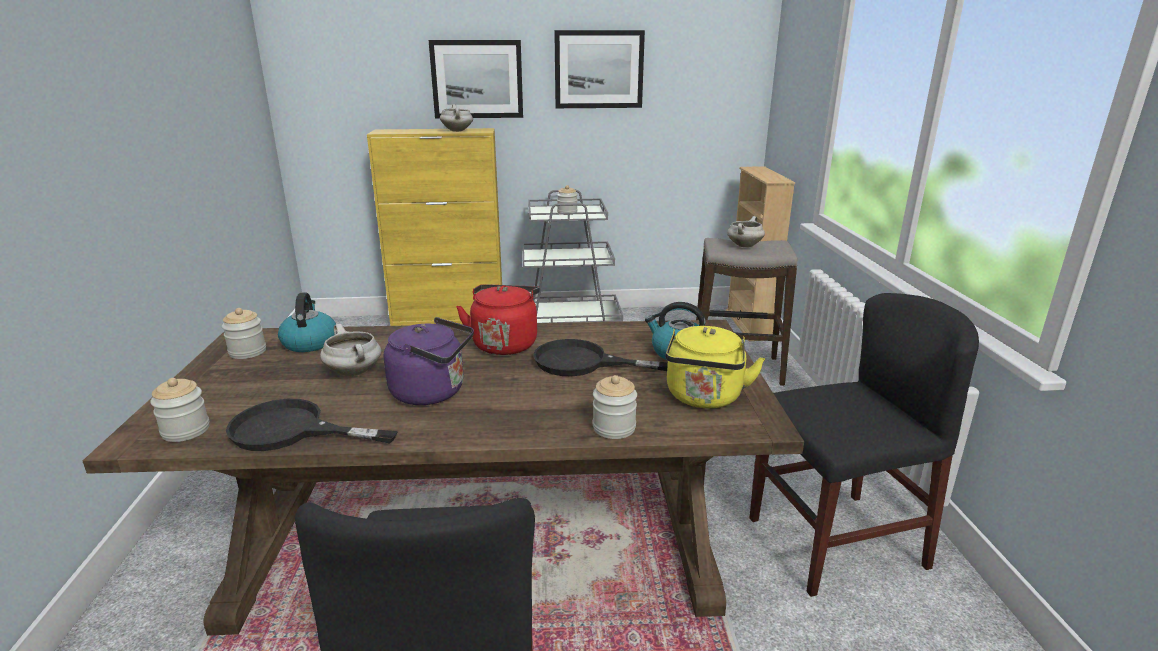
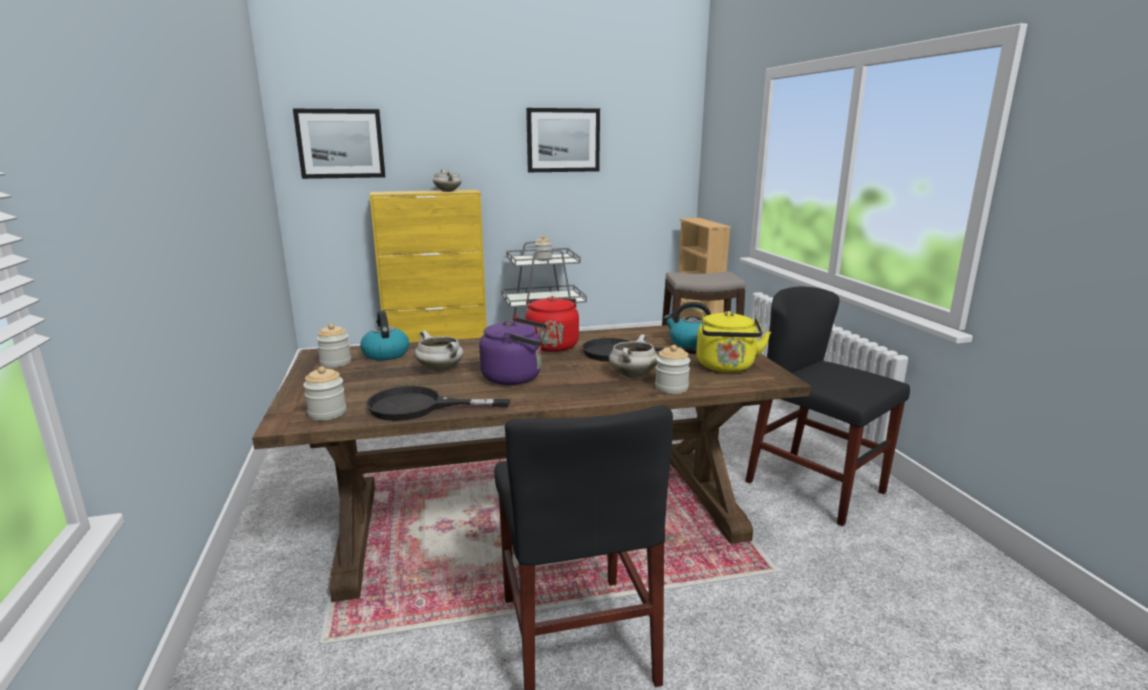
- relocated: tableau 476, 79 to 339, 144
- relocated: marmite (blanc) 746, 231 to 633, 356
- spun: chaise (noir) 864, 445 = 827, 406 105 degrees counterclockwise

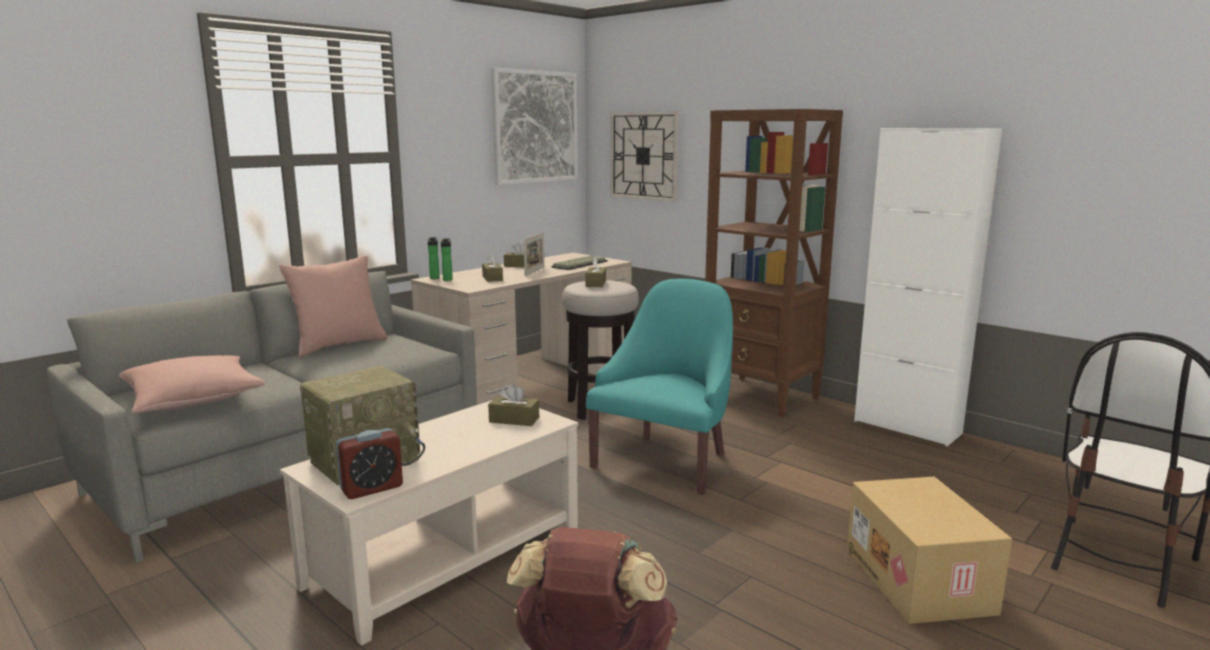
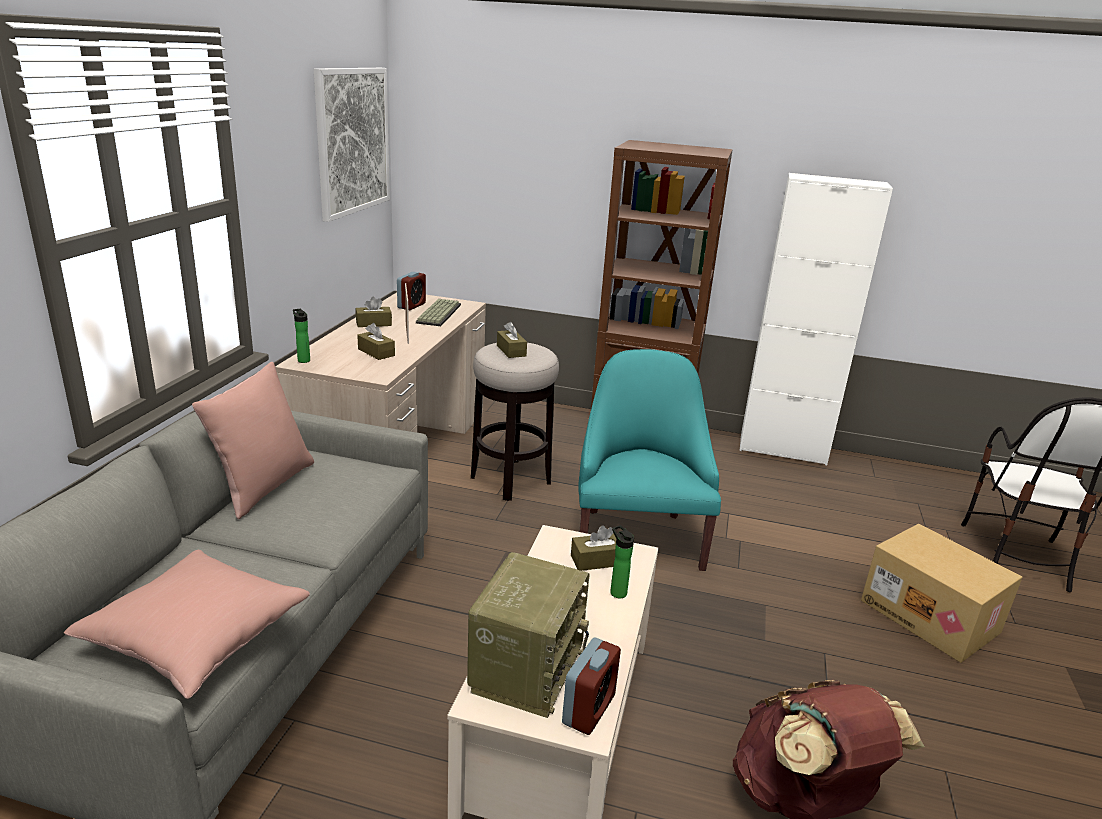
- appeared: réveil 411, 291
- relocated: bouteille 447, 259 to 622, 562
- missing: horloge murale 644, 156

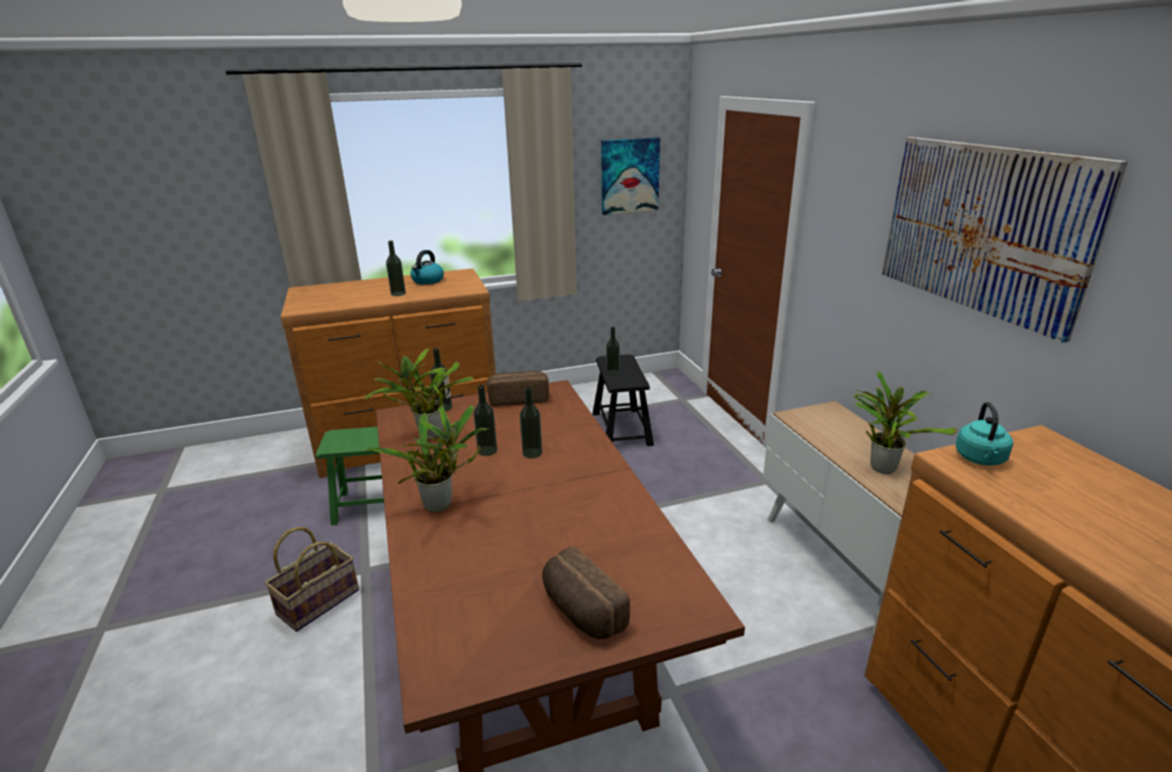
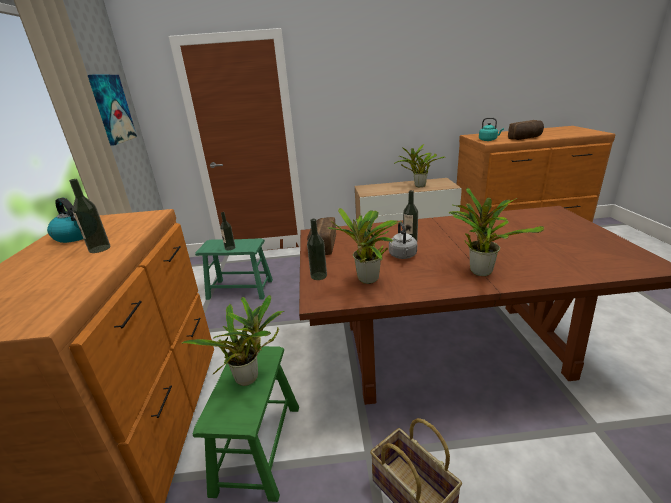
- appeared: plante en pot 233, 340
- colour: tabouret (noir) 623, 400 to tabouret (vert) 234, 269
- exchanged: bouteille 485, 420 to bouilloire (gris) 403, 240
- relocated: pain 586, 592 to 526, 130
- missing: tableau 1005, 240

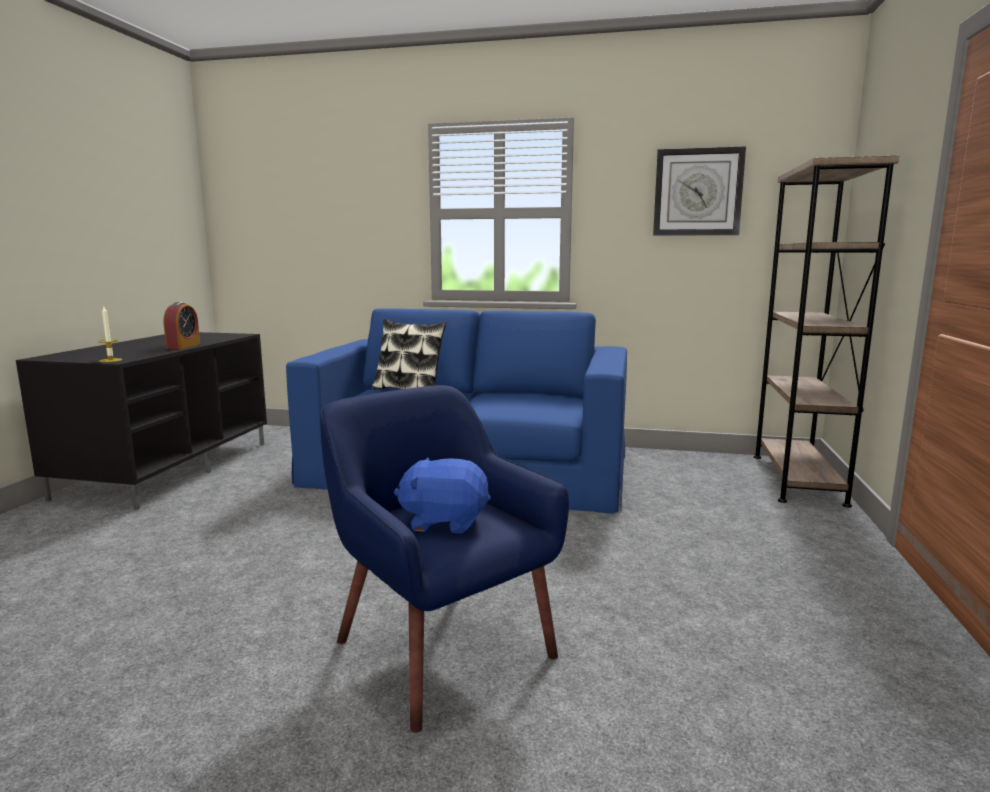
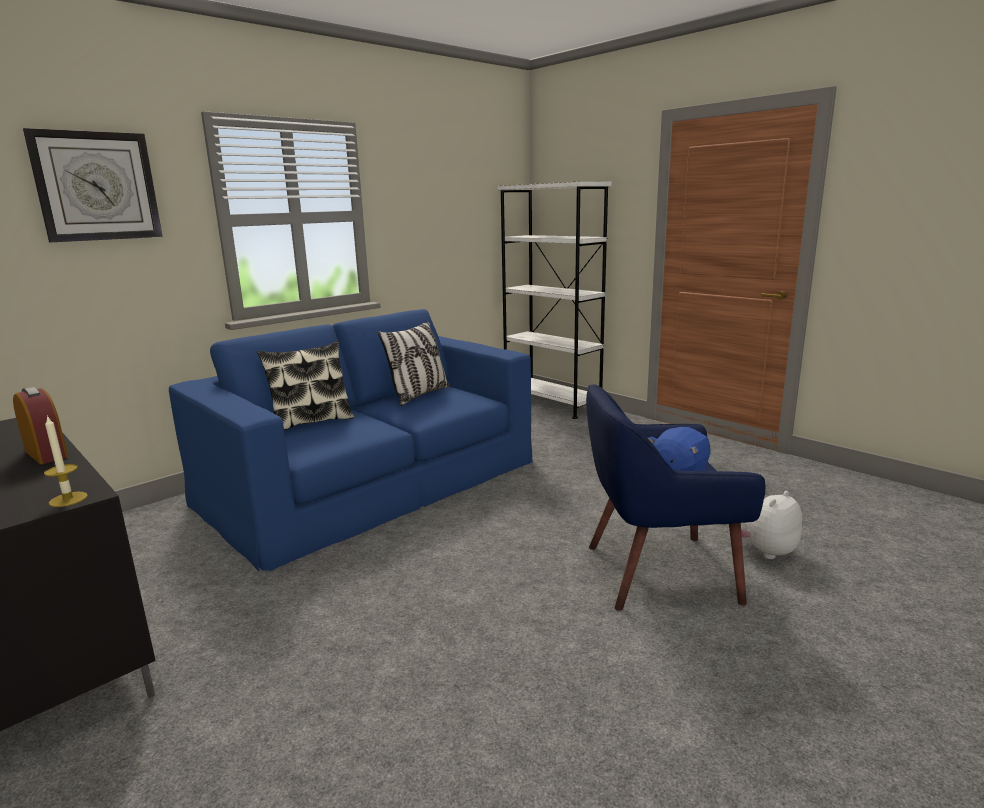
- relocated: horloge murale 699, 191 to 93, 185
- appeared: coussin 413, 363
- colour: bibliothèque (marron) 826, 332 to bibliothèque (blanc) 554, 300
- appeared: peluche 771, 525

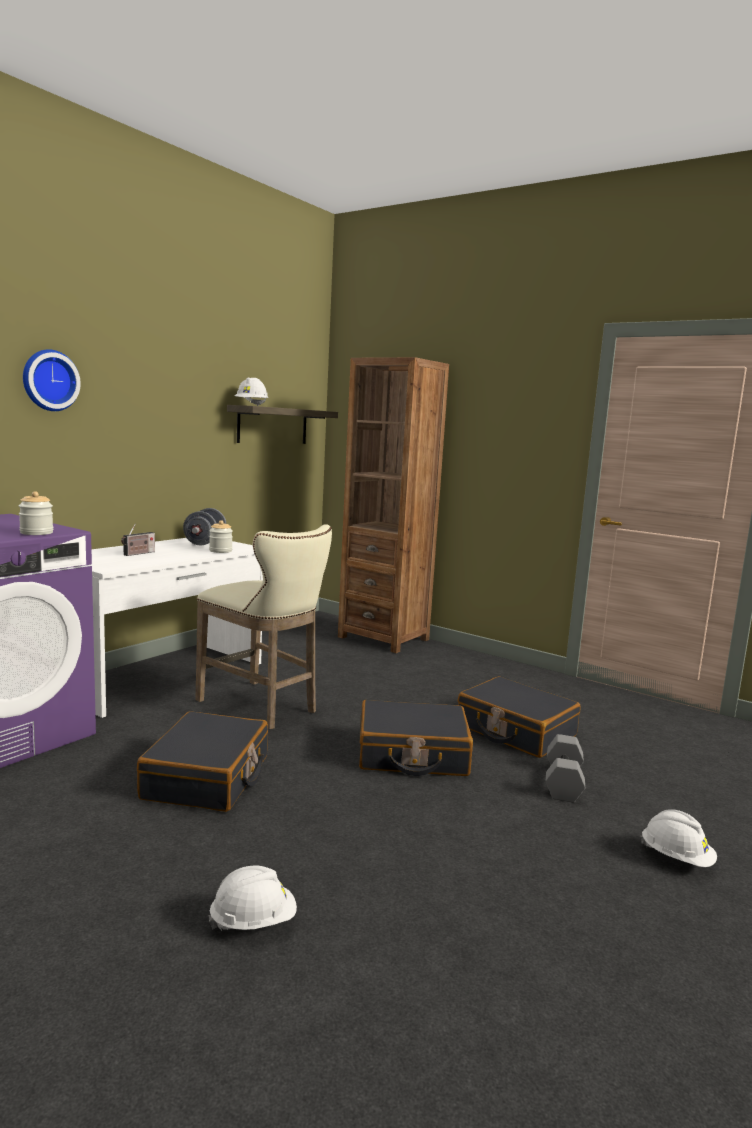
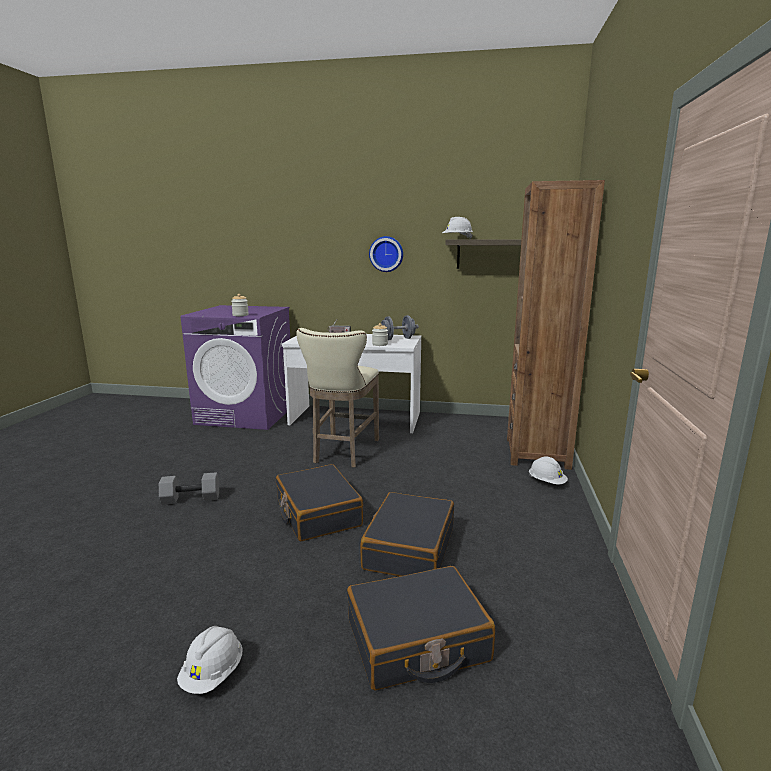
- relocated: haltère (gris) 565, 768 to 189, 488
- relocated: valise (noir) 202, 761 to 421, 628
- relocated: horloge murale 52, 380 to 386, 254
- relocated: casque de chantier (blanc) 253, 898 to 548, 471

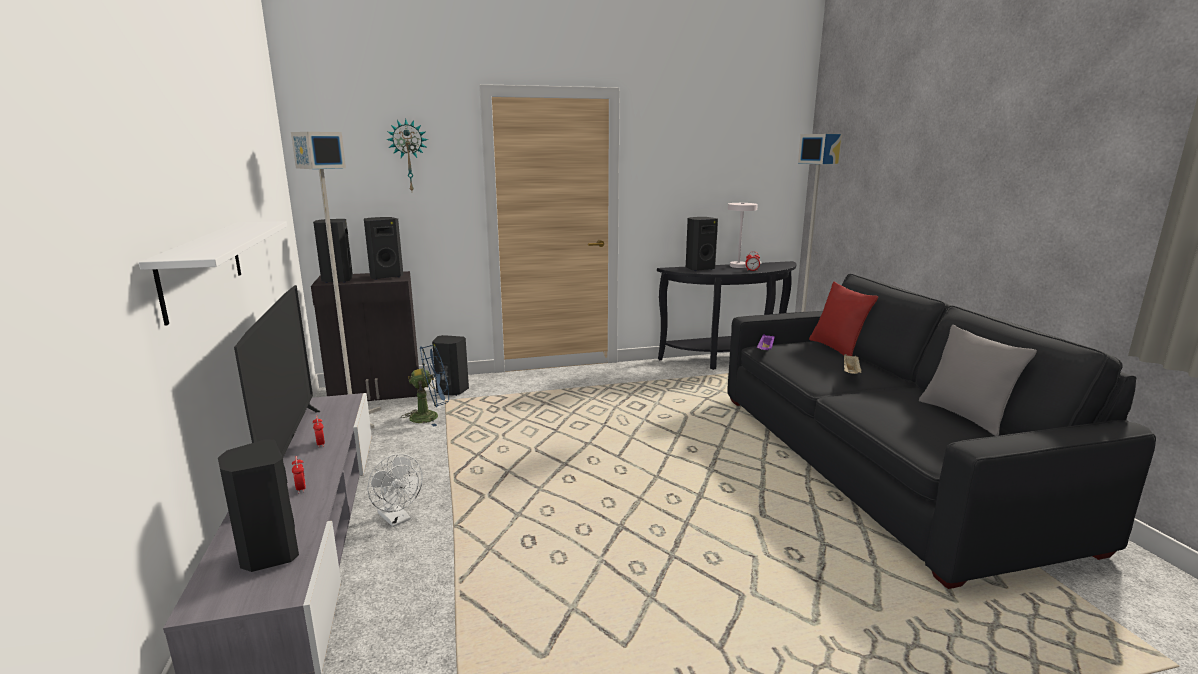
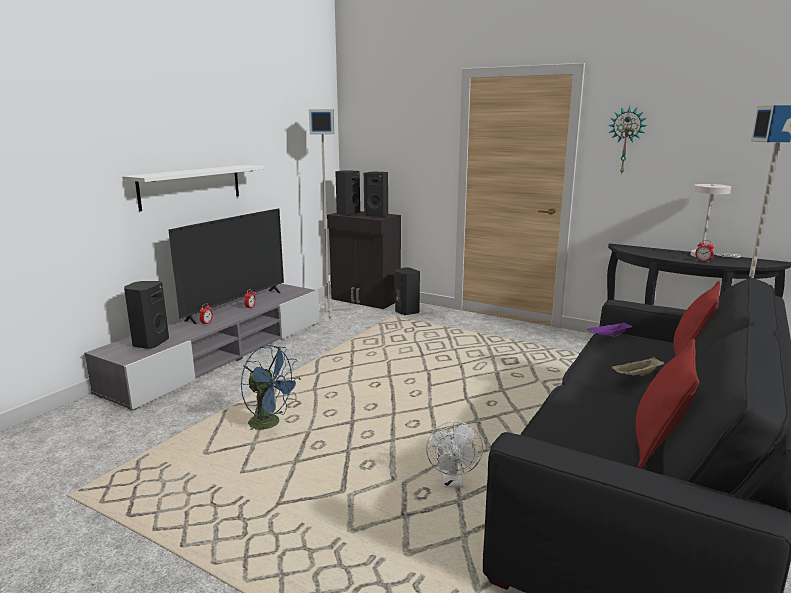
- relocated: ventilateur (bleu) 425, 385 to 271, 387
- relocated: ventilateur (blanc) 395, 490 to 454, 454
- relocated: horloge murale 407, 155 to 627, 140
- colour: coussin (gris) 978, 380 to coussin (rouge) 667, 404
- missing: enceinte (noir) 702, 244

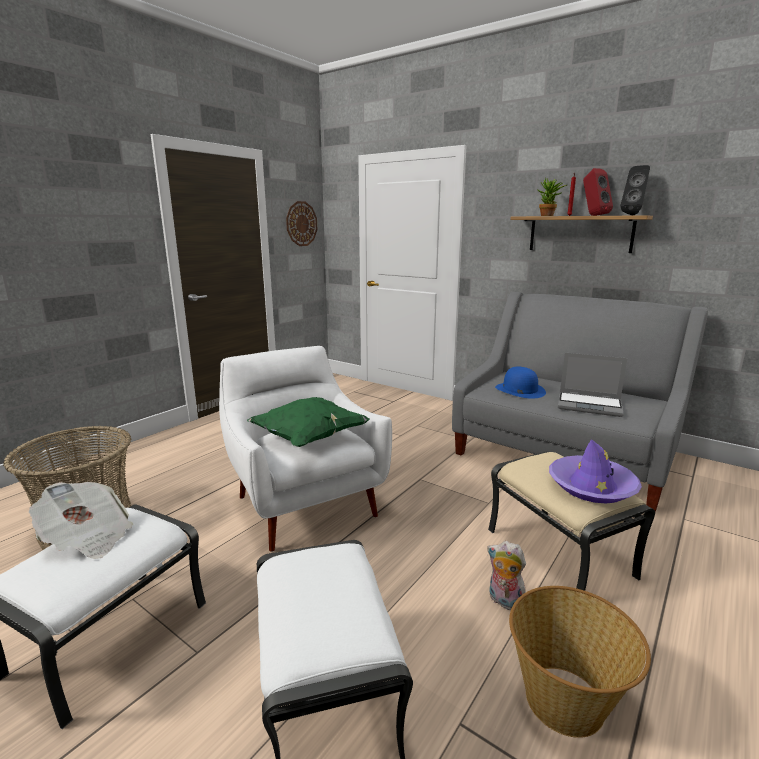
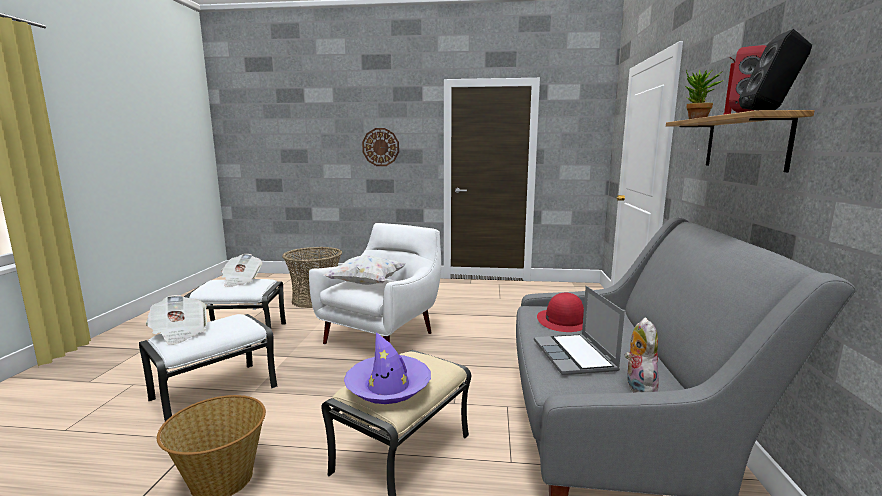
- appeared: journal 176, 320
- colour: coussin (vert) 308, 422 to coussin (blanc) 364, 270
- relocated: horloge murale 301, 223 to 380, 147
- colour: chapeau (bleu) 520, 383 to chapeau (rouge) 560, 312
- relocated: peluche 506, 576 to 641, 355

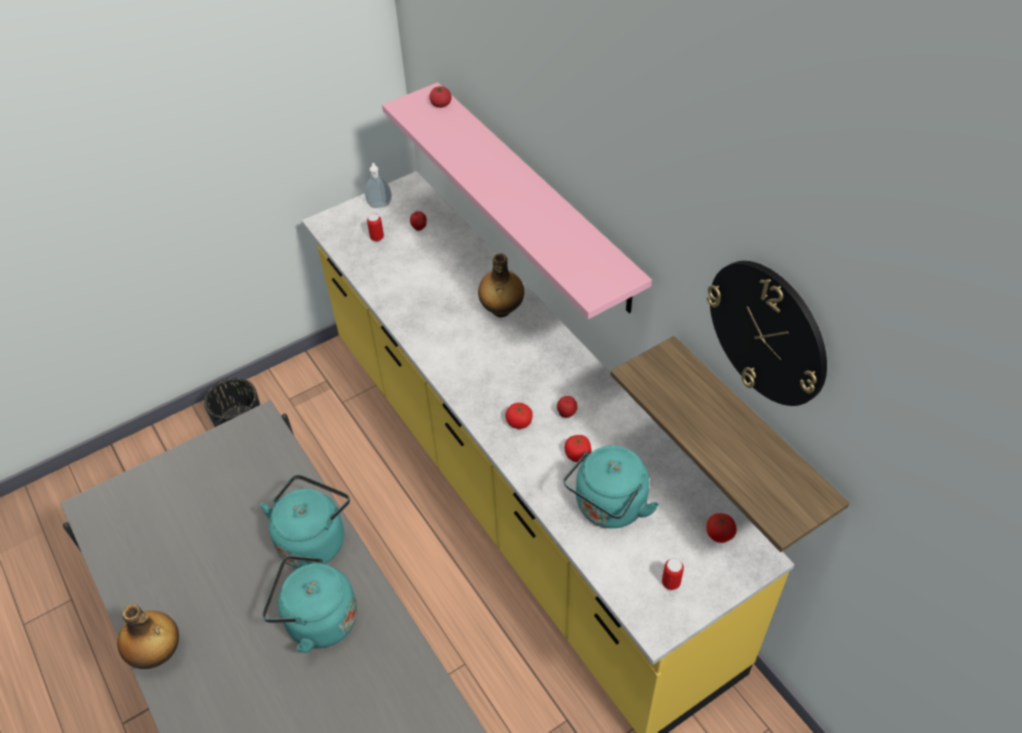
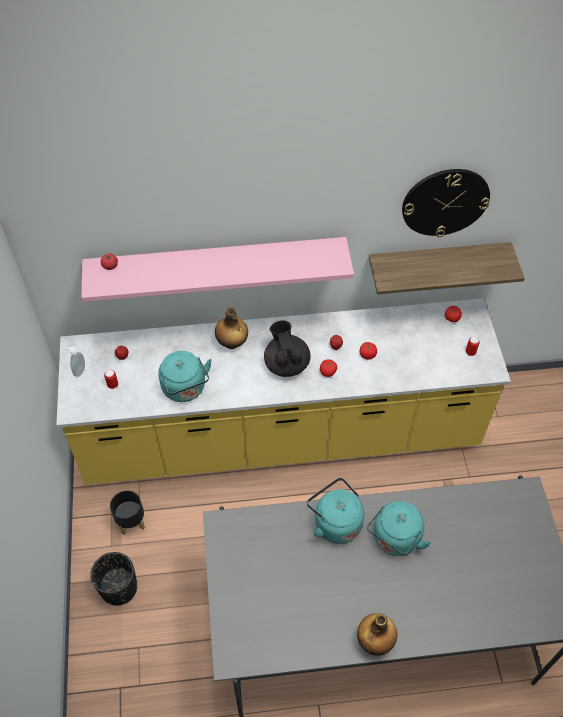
- appeared: cache-pot (noir) 127, 512
- relocated: bouilloire (turquoise) 611, 487 to 185, 376
- appeared: théière (noir) 287, 348

